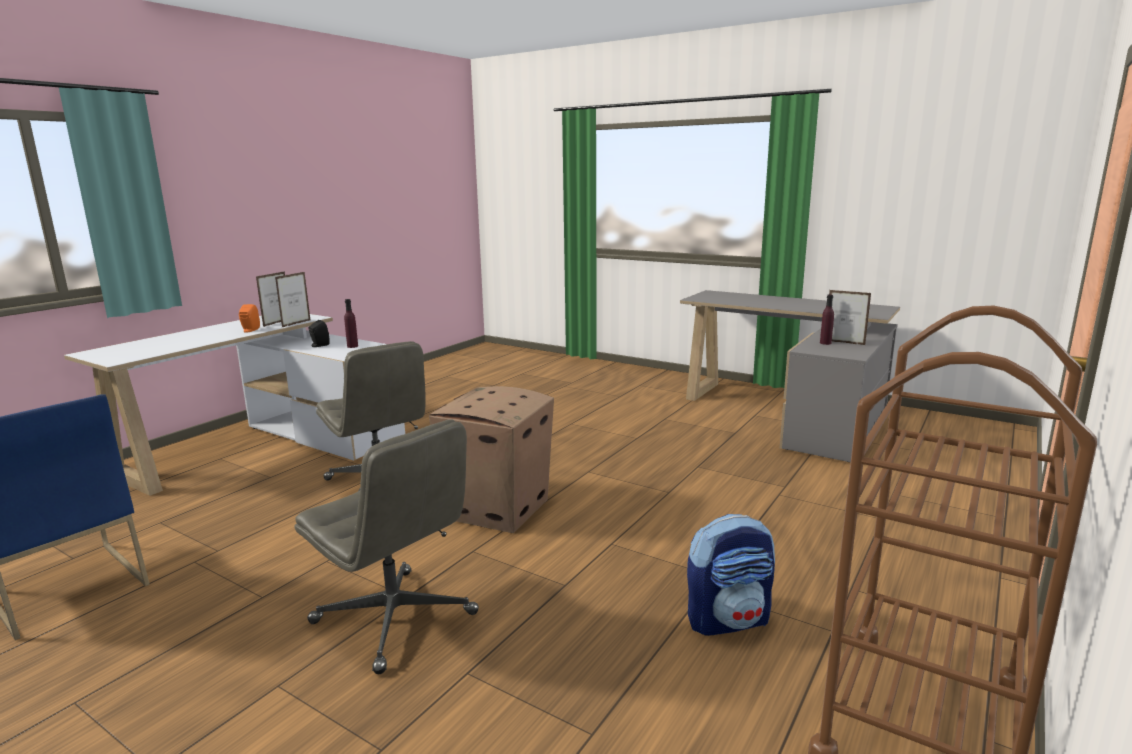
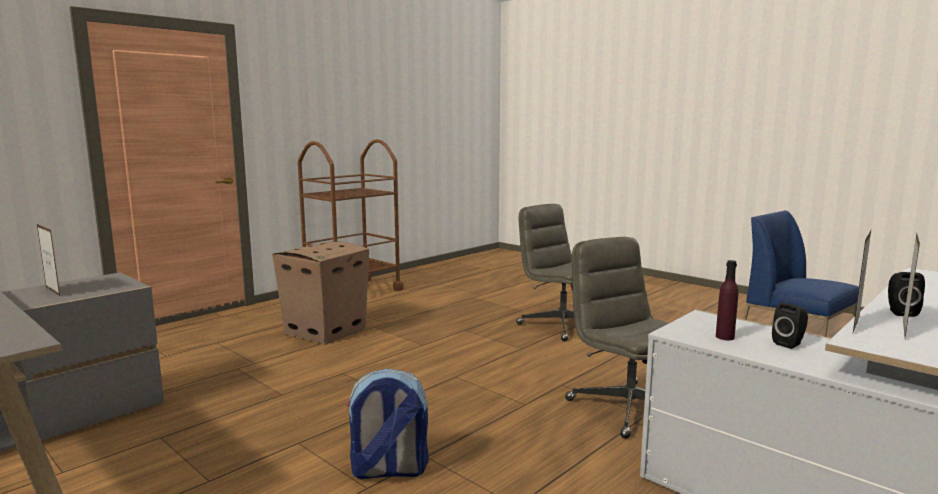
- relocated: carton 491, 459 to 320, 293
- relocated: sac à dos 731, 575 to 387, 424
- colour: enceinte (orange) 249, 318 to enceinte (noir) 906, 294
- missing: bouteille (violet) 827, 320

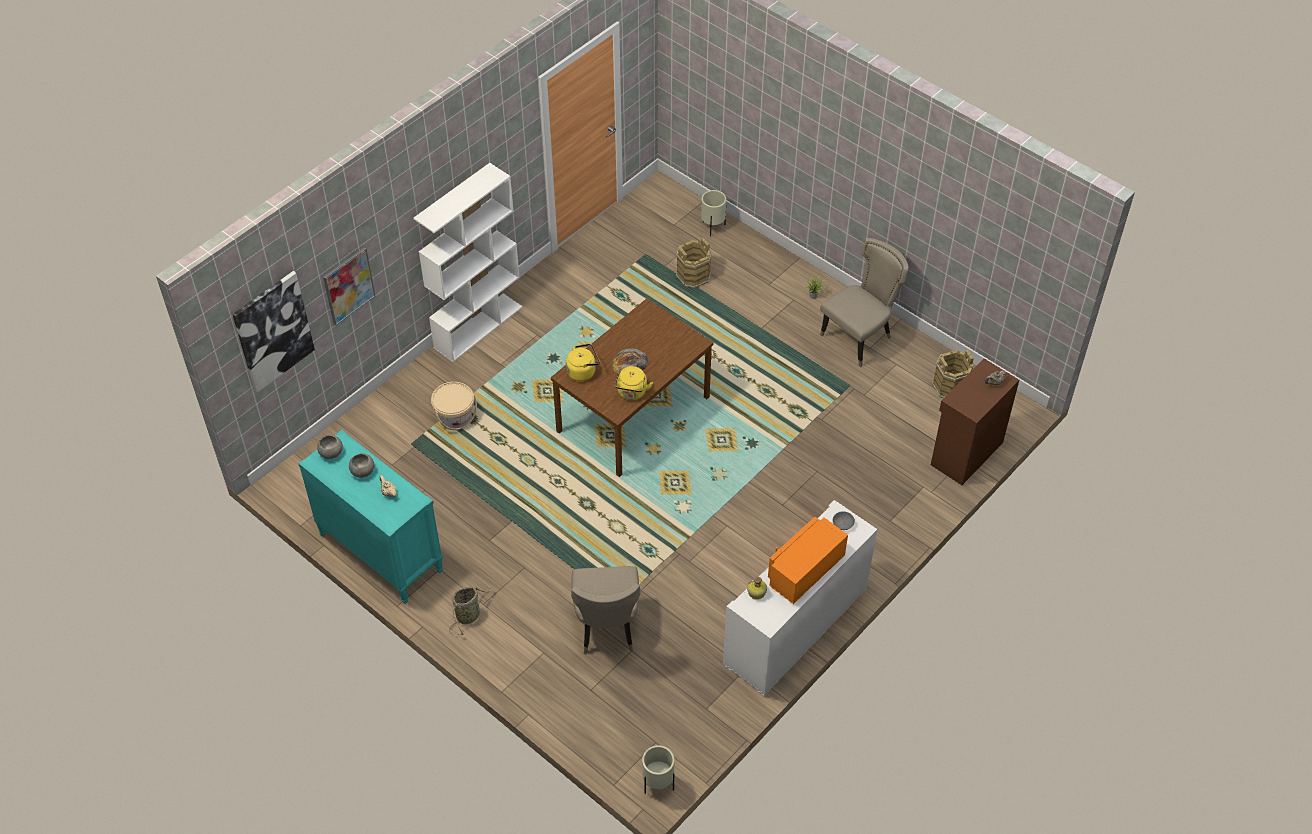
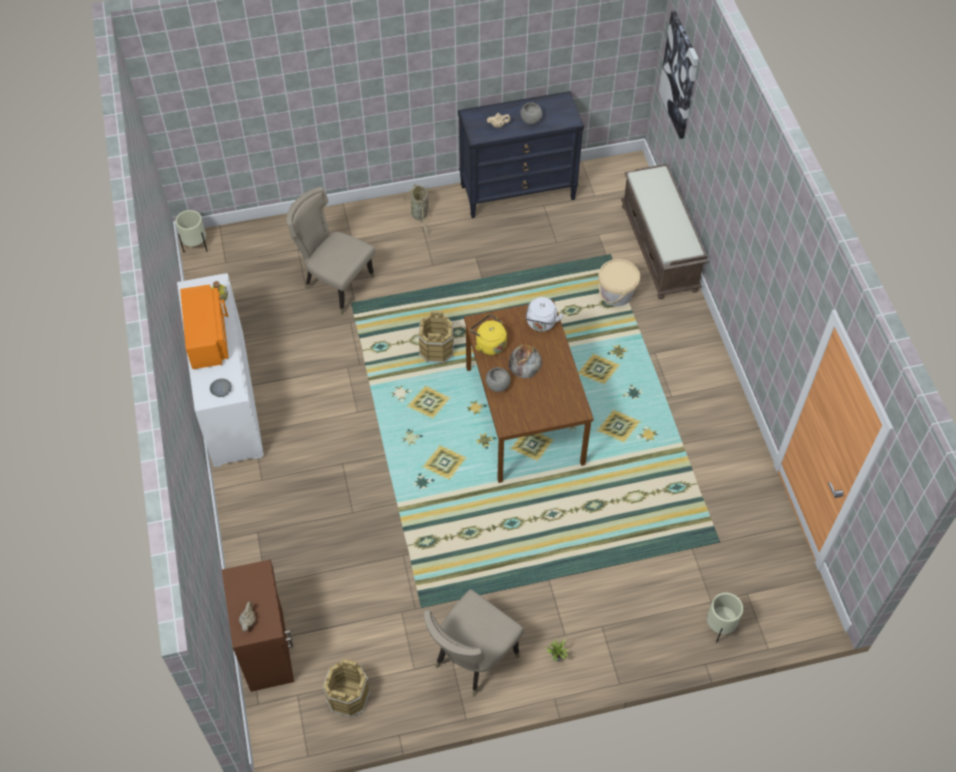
- relocated: seau (marron) 694, 262 to 436, 336
- spun: chaise (beige) 864, 302 = 474, 643 45 degrees clockwise
- colour: commode (turquoise) 370, 517 to commode (noir) 521, 154
- relocated: bol (gris) 330, 447 to 498, 379
- colour: bouilloire (jaune) 583, 362 to bouilloire (blanc) 544, 314
- appeared: banc (marron) 664, 231
- missing: tableau 349, 286
- missing: bibliothèque (blanc) 467, 262

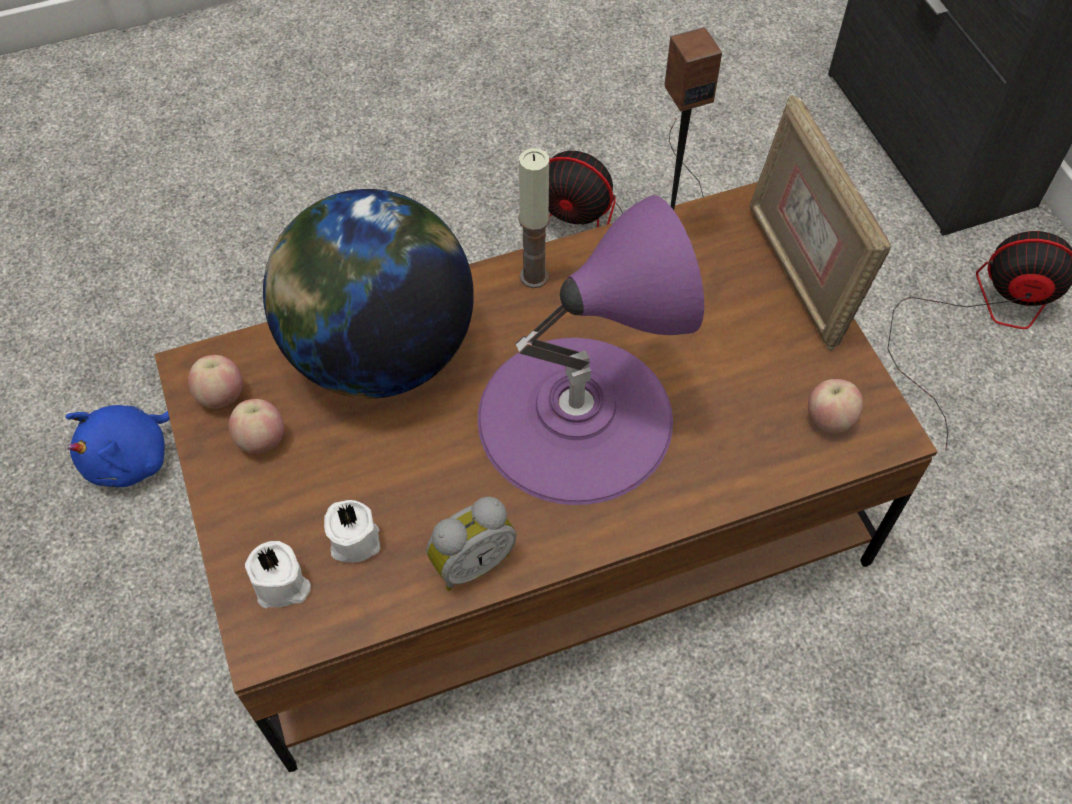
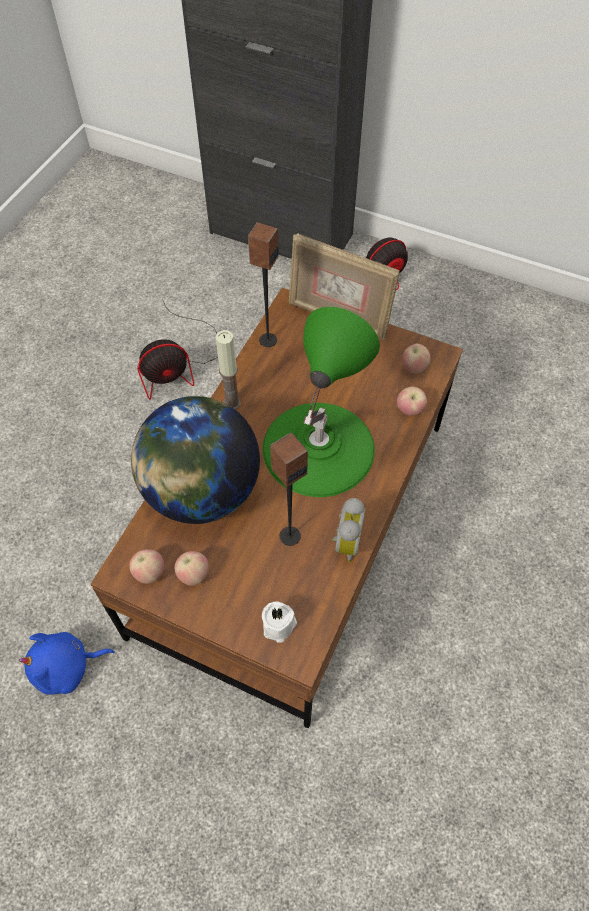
- spun: peluche (bleu) 118, 446 = 67, 663 75 degrees clockwise
- colour: lampe de table (violet) 591, 350 to lampe de table (vert) 321, 402
- appeared: enceinte 289, 489
- appeared: pomme 412, 401
- missing: bougie (blanc) 352, 531

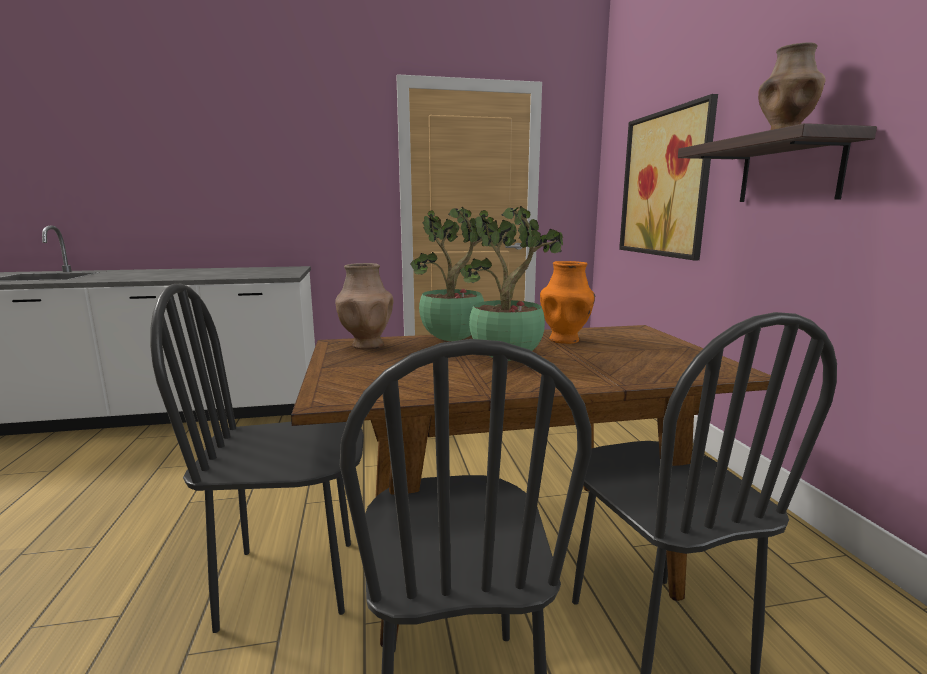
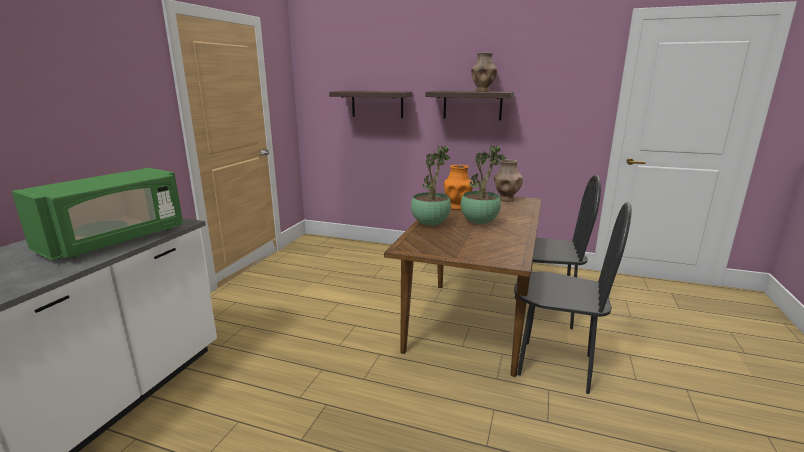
- appeared: micro-ondes (vert) 97, 214
- exchanged: tableau 668, 177 to étagère 371, 104
- relocated: vase (marron) 364, 306 to 508, 180
- missing: chaise (noir) 257, 458

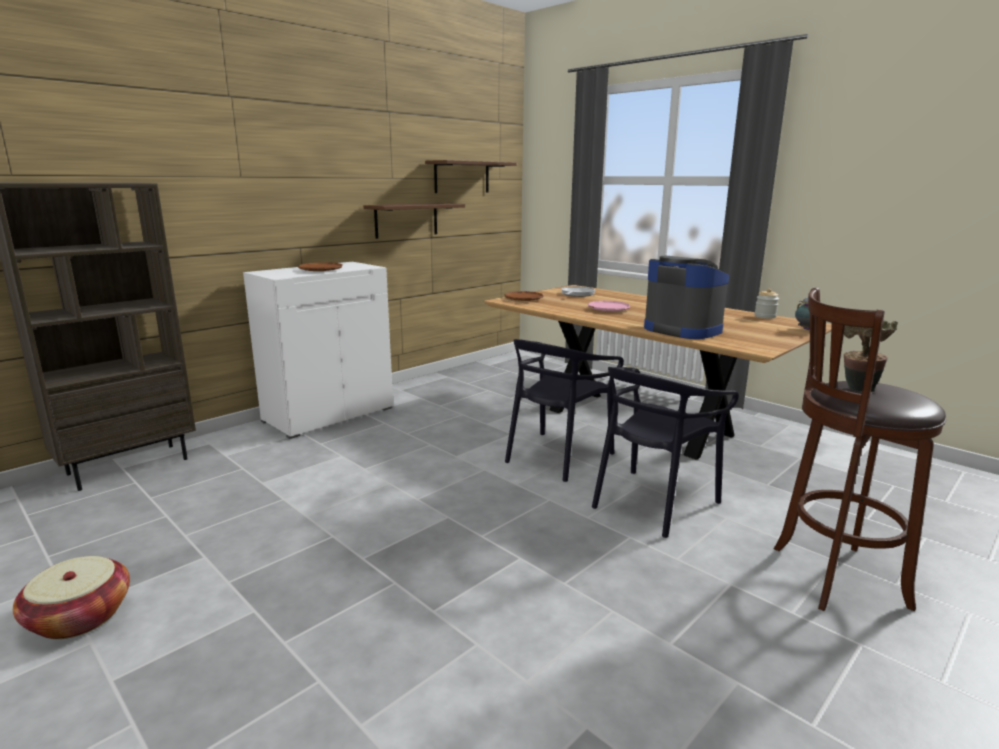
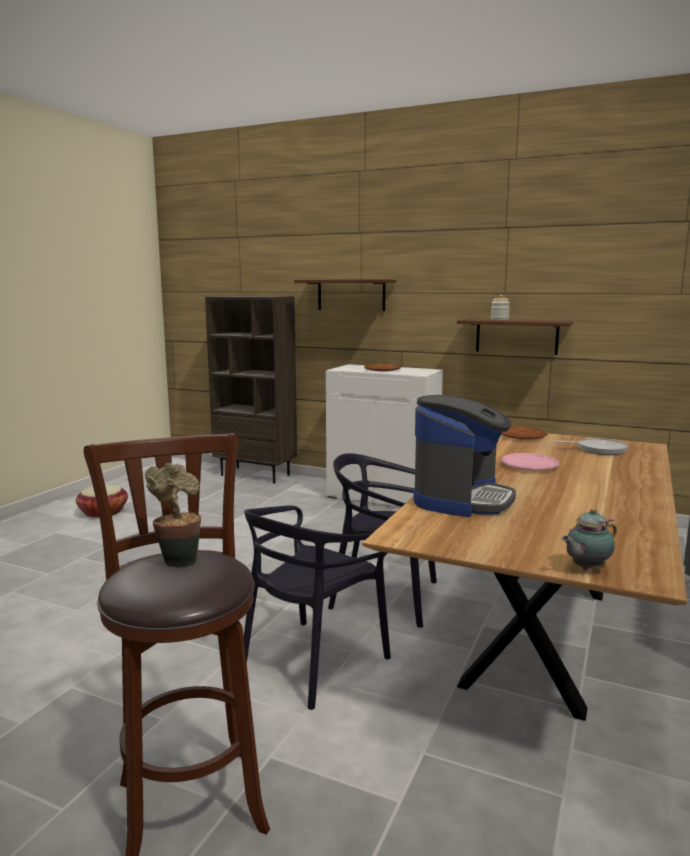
- spun: chaise (noir) 665, 452 = 317, 608 75 degrees counterclockwise
- relocated: étagère (marron) 471, 176 to 345, 295
- relocated: bocal 766, 304 to 500, 307

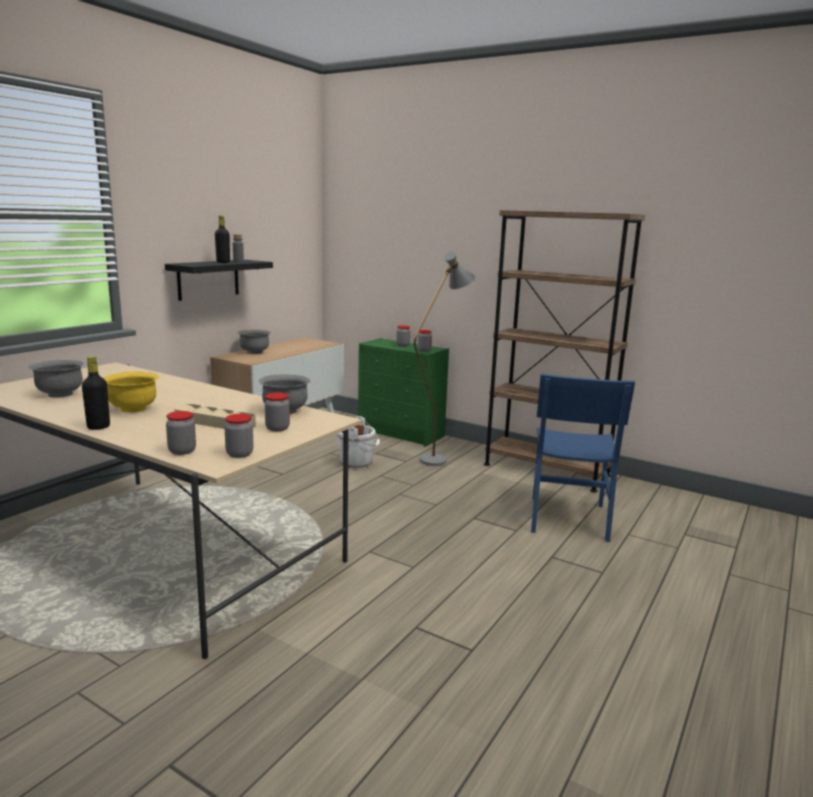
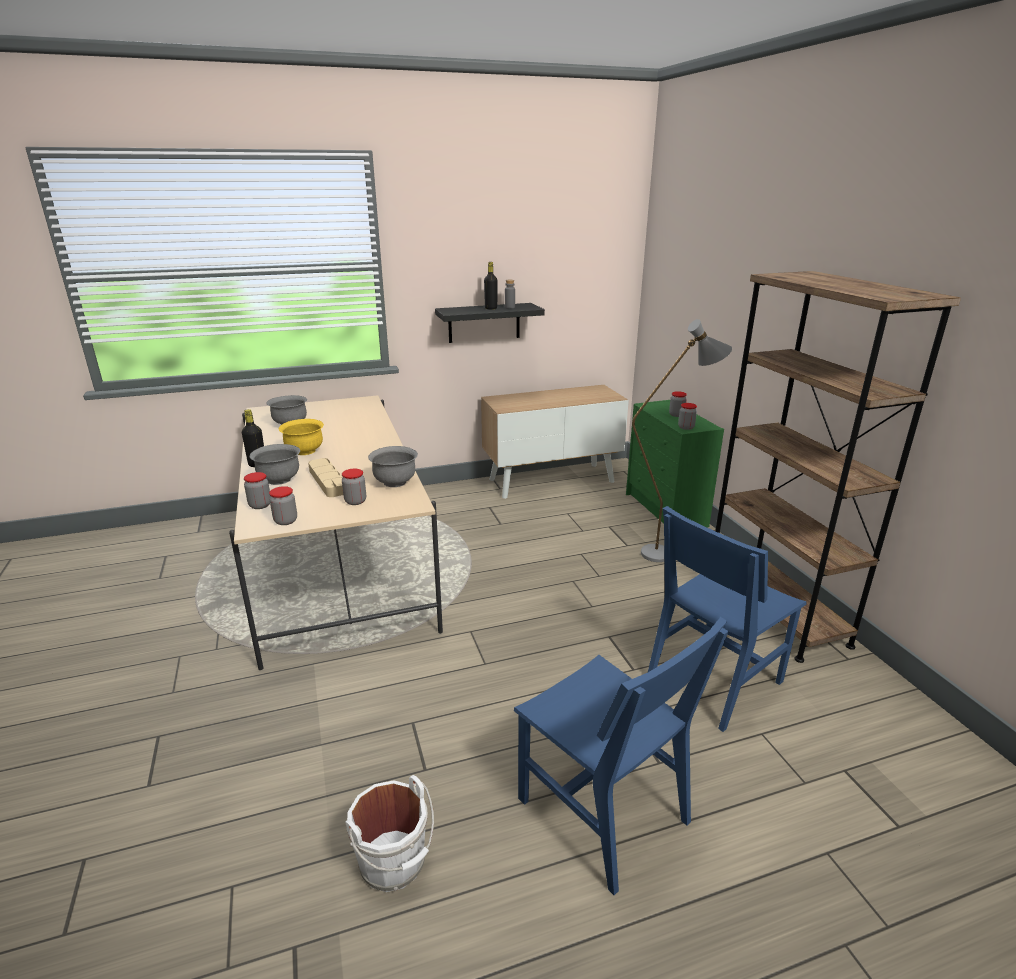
- relocated: bol (gris) 254, 342 to 275, 464
- relocated: seau (blanc) 358, 442 to 389, 833
- appeared: chaise (bleu) 621, 756

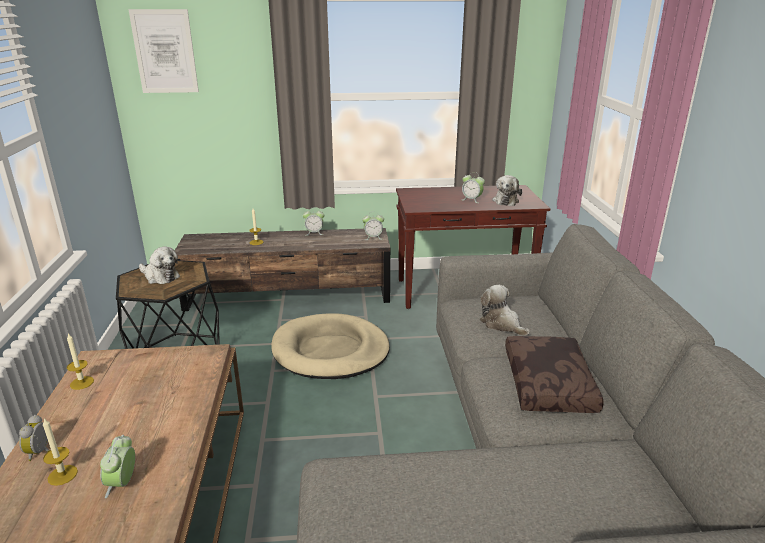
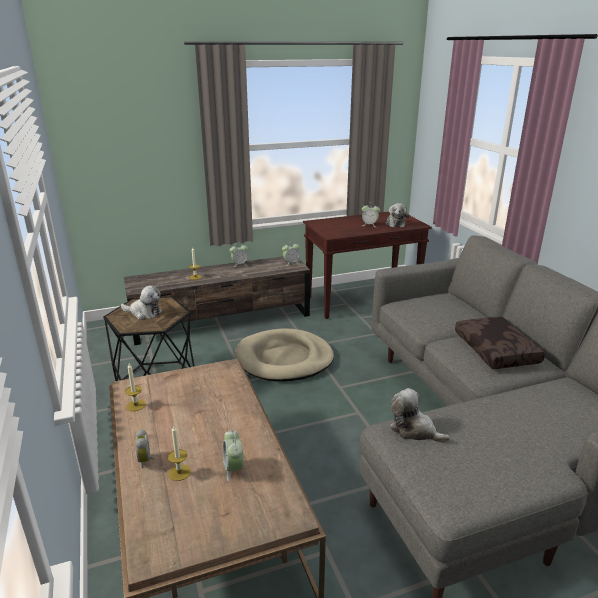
- relocated: peluche 505, 310 to 420, 415
- missing: tableau 163, 51

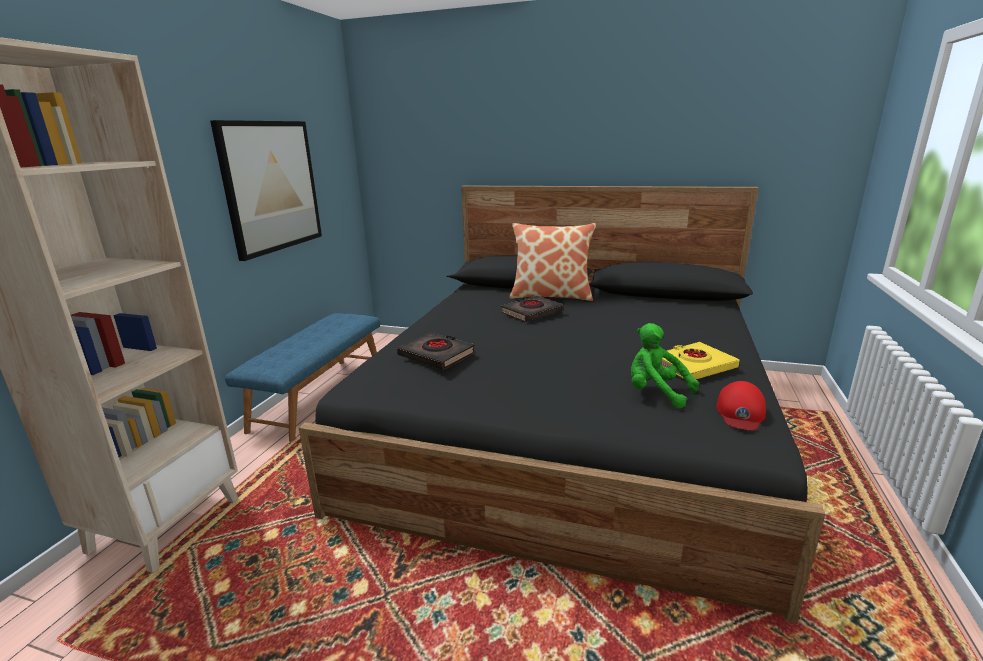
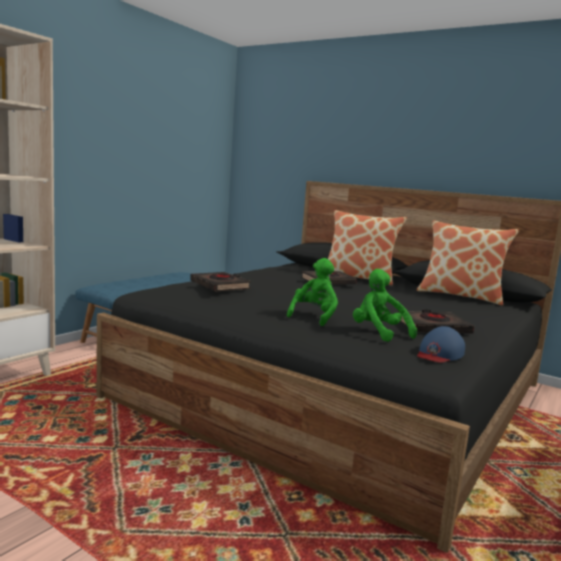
- appeared: peluche (vert) 312, 292
- colour: livre (jaune) 700, 361 to livre (noir) 436, 321
- appeared: coussin 468, 263
- colour: casquette (rouge) 741, 405 to casquette (bleu) 441, 344
- missing: tableau 266, 190

